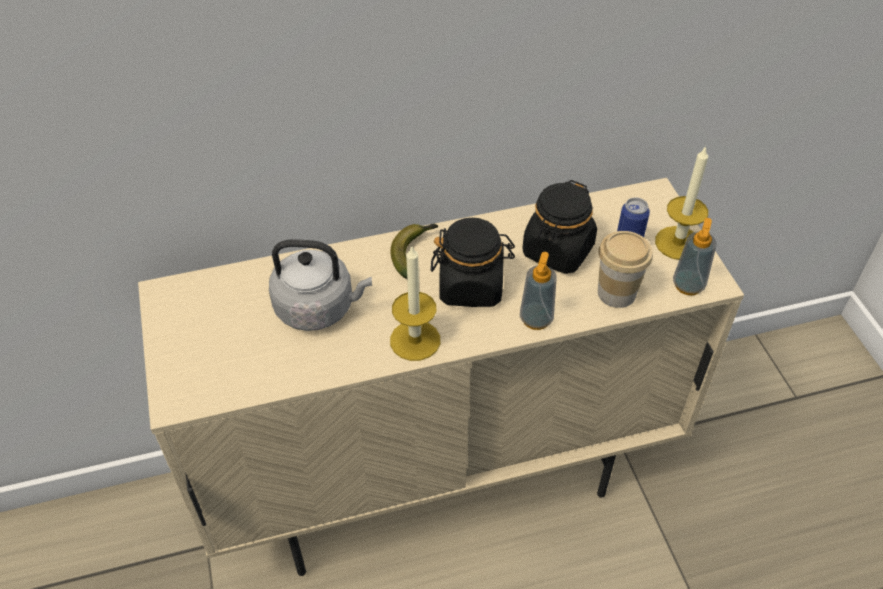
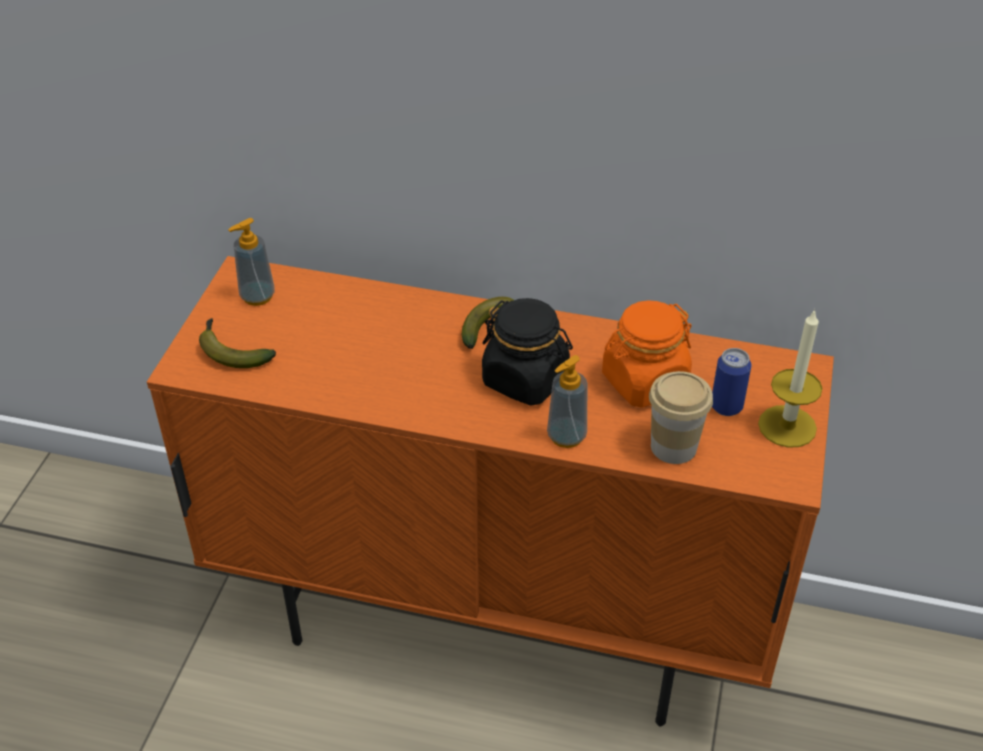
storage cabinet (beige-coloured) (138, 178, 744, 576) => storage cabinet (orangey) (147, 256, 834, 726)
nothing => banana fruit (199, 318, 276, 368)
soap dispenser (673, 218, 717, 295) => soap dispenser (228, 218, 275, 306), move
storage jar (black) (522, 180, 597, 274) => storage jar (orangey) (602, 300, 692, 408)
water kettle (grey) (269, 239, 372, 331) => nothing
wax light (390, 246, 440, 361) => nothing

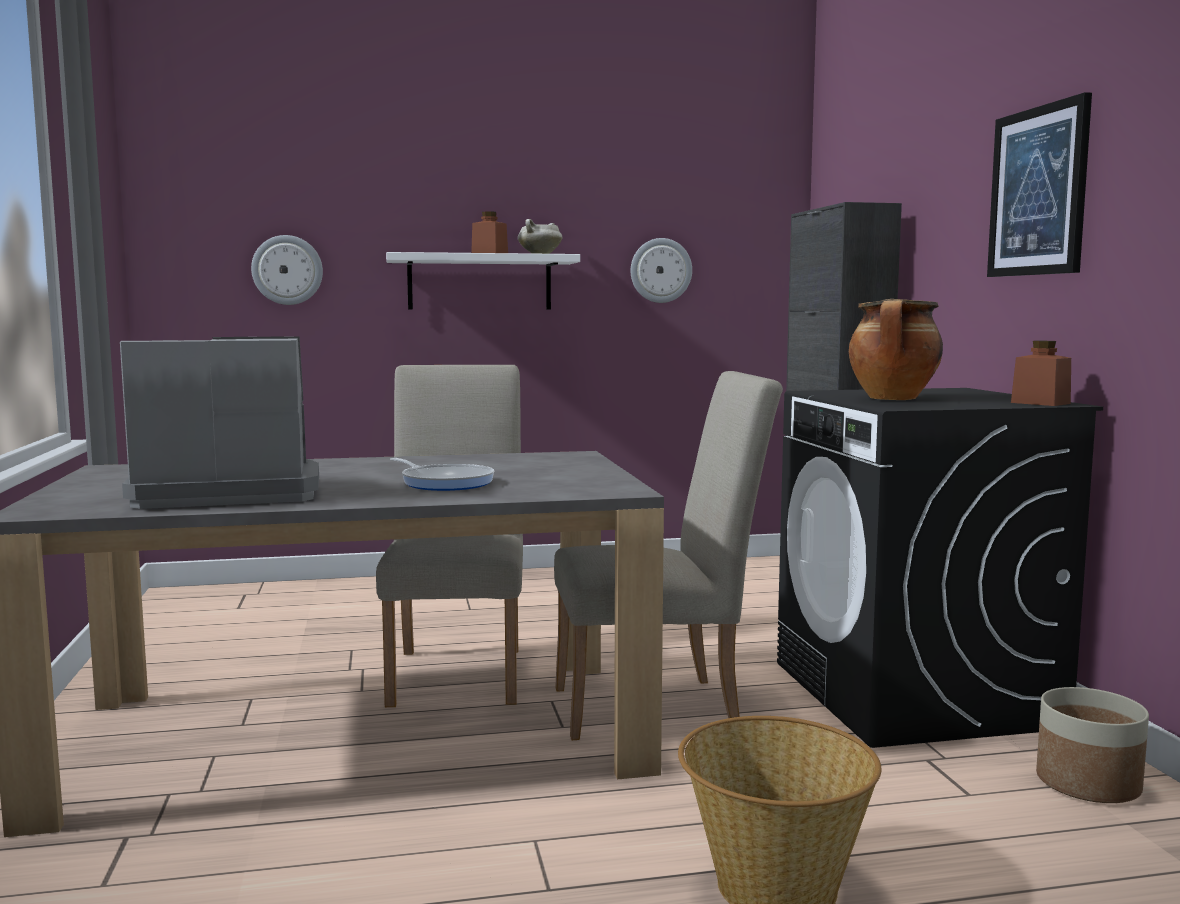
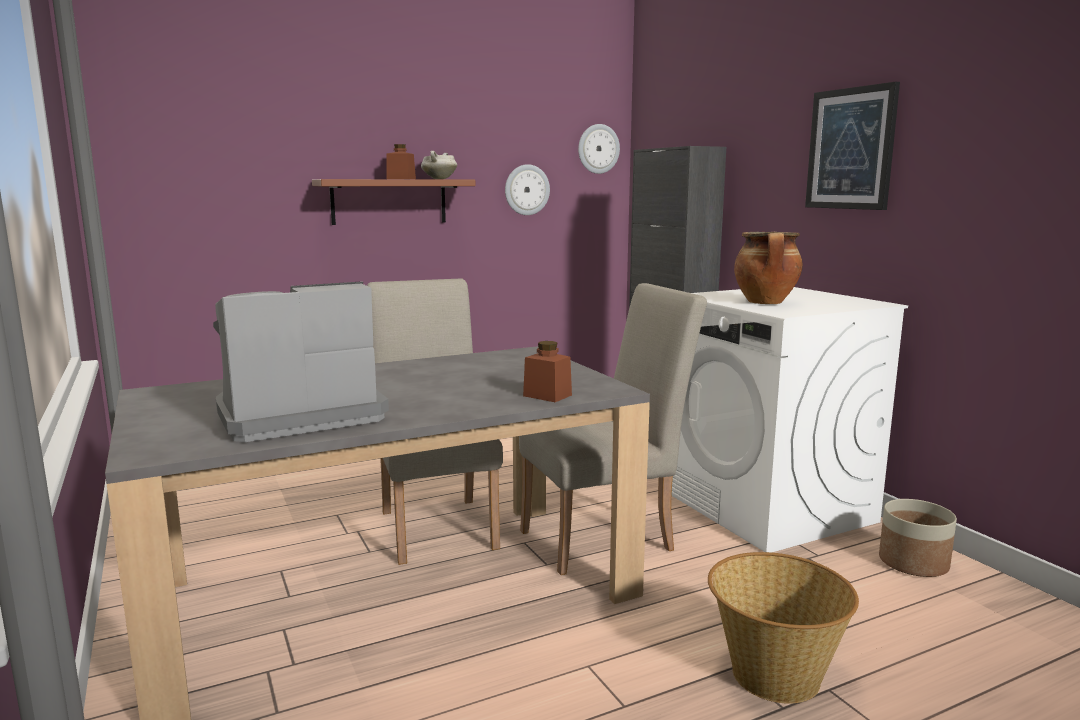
wall shelf (white-coloured) (386, 252, 580, 310) => wall shelf (brown) (312, 179, 475, 225)
storage jar (brown) (1011, 341, 1071, 406) => storage jar (brown) (523, 341, 572, 402), move
hanging clock (251, 235, 323, 305) => hanging clock (578, 124, 620, 174), move
washing machine (black) (777, 388, 1103, 748) => washing machine (white-coloured) (671, 287, 908, 553)
frying pan (390, 458, 494, 491) => nothing

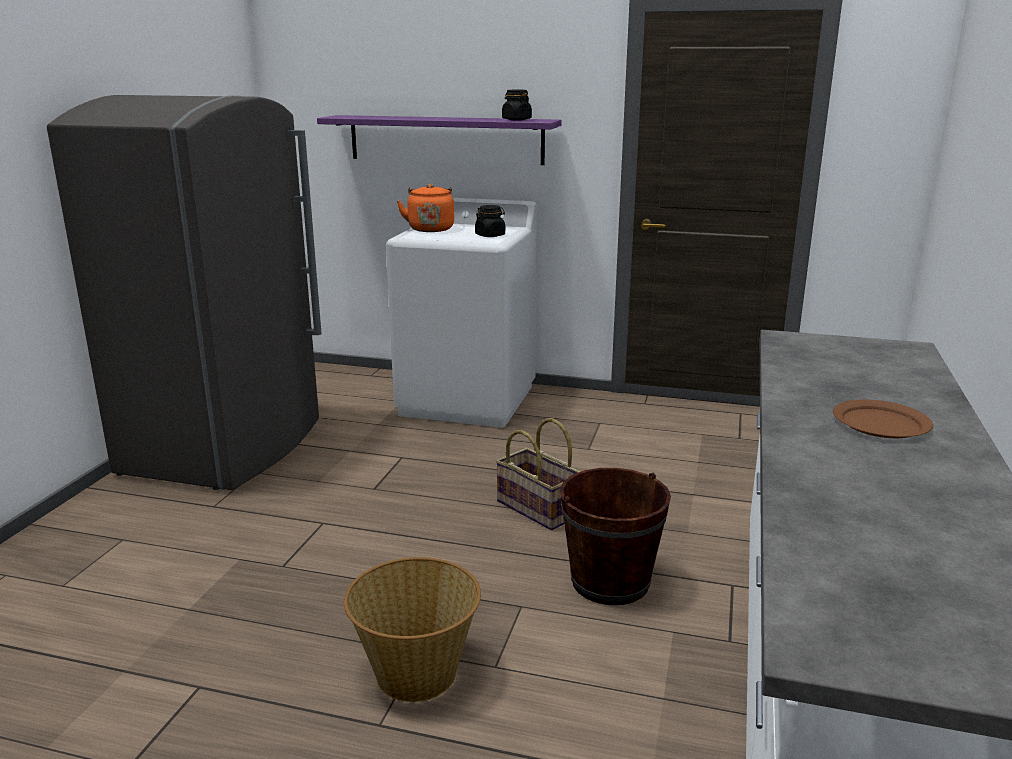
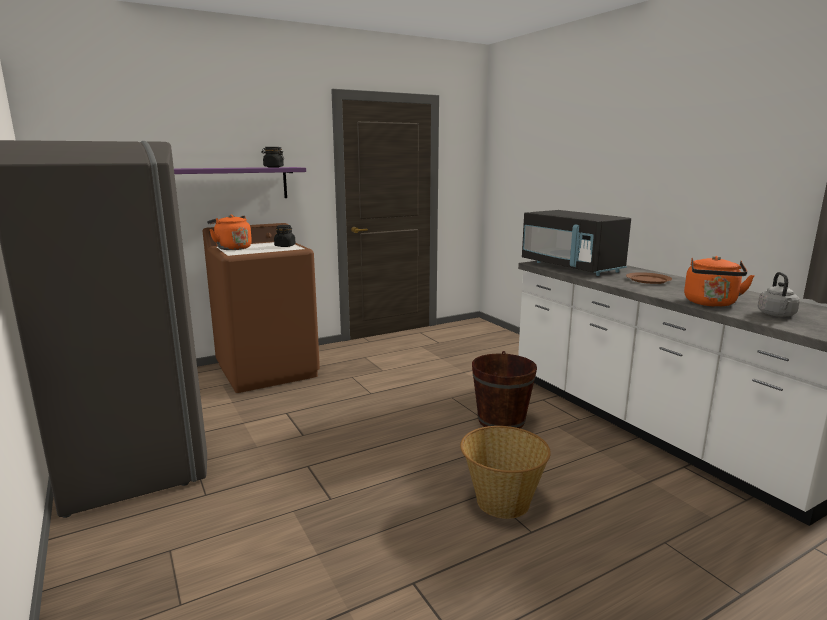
washing machine (white-coloured) (386, 198, 537, 428) => washing machine (brown) (202, 223, 320, 393)
nothing => microwave (black) (522, 210, 631, 276)
nothing => water kettle (orangey) (684, 256, 755, 307)
nothing => water kettle (grey) (758, 272, 800, 317)
household basket (496, 418, 581, 530) => nothing

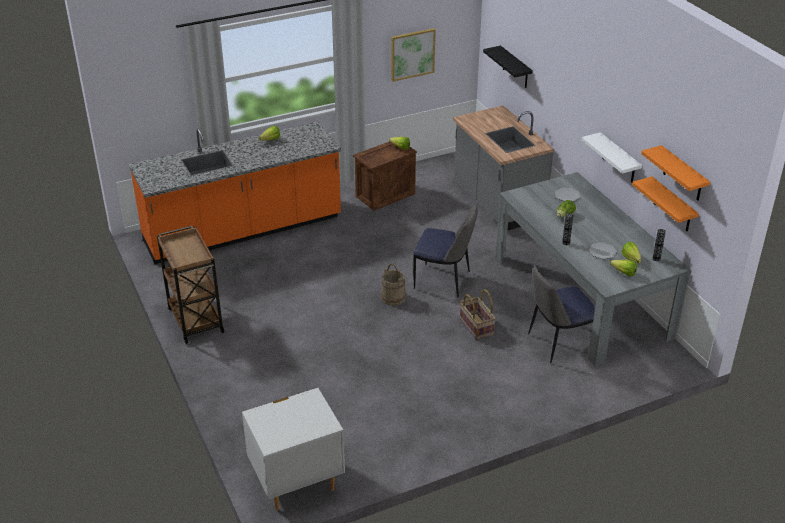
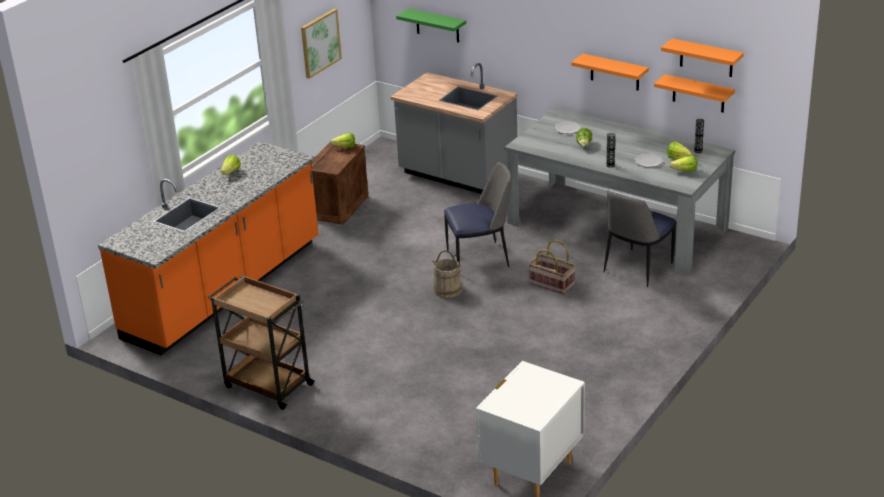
wall shelf (black) (483, 46, 533, 88) => wall shelf (green-coloured) (396, 8, 466, 42)
wall shelf (white-coloured) (581, 132, 642, 183) => wall shelf (orangey) (571, 54, 649, 91)

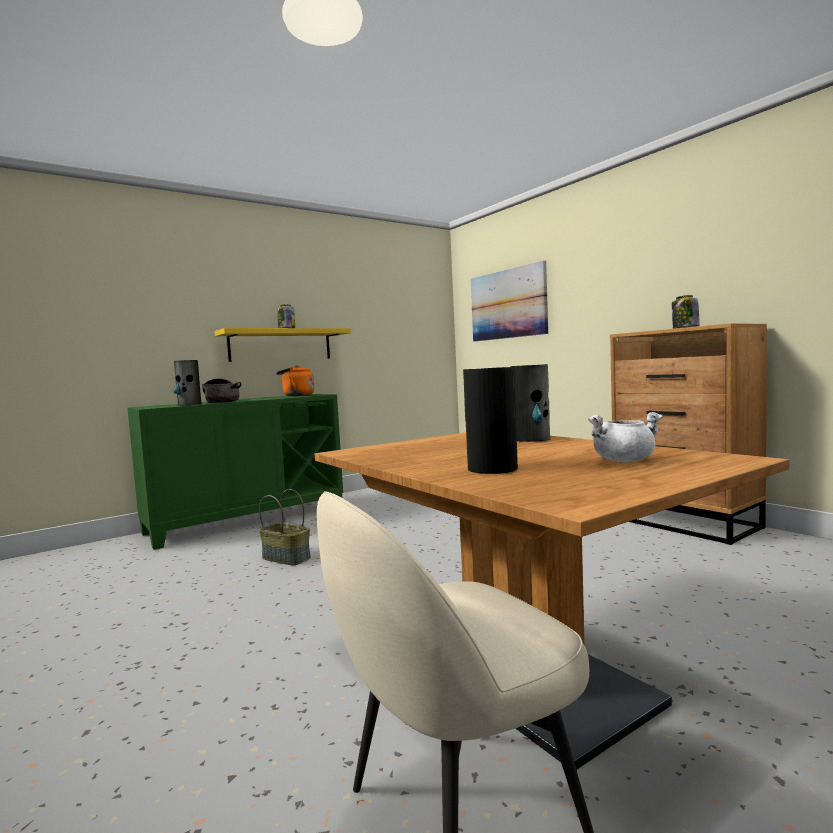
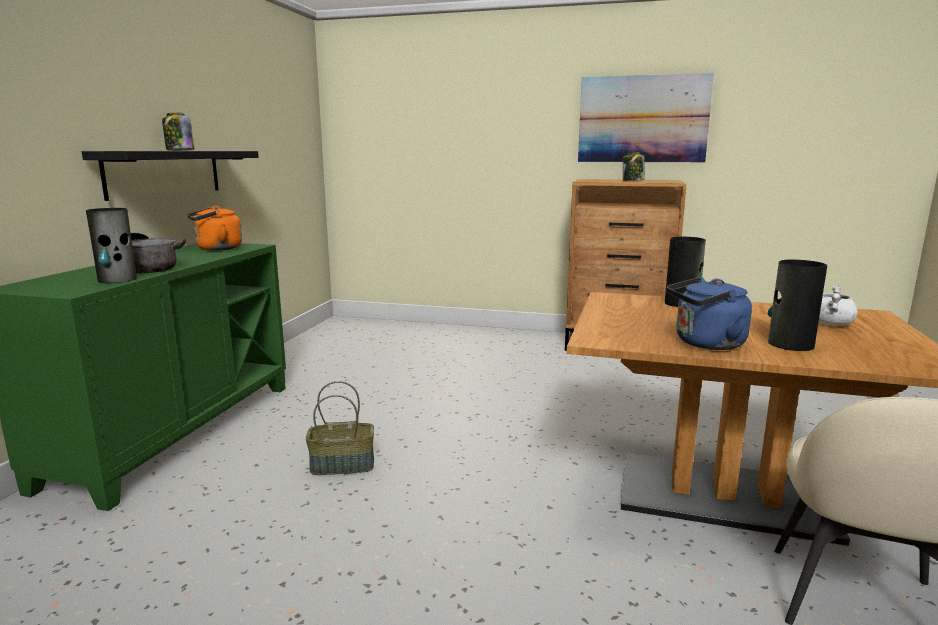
wall shelf (yellow-coloured) (214, 328, 351, 362) => wall shelf (black) (82, 151, 259, 201)
wall picture (471, 261, 548, 342) => wall picture (578, 73, 714, 162), move
nothing => water kettle (blue-coloured) (667, 277, 752, 350)

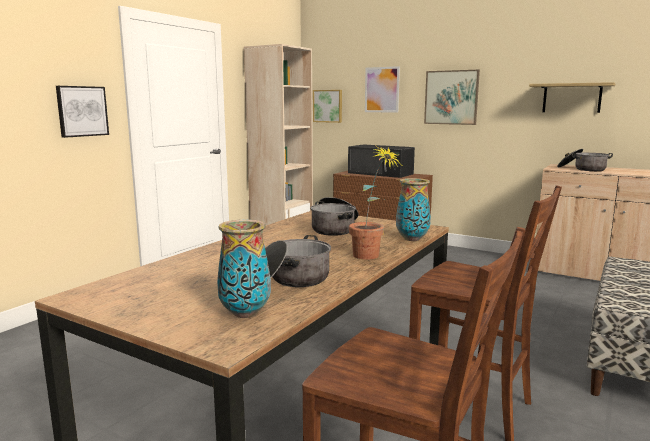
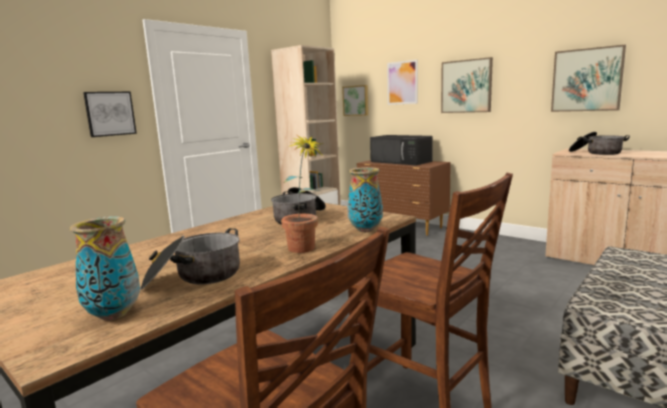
wall shelf (529, 82, 616, 113) => wall picture (551, 45, 626, 112)

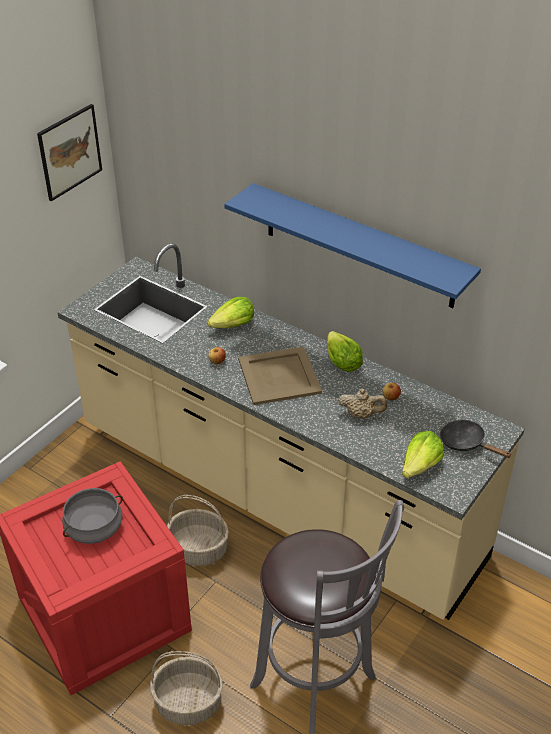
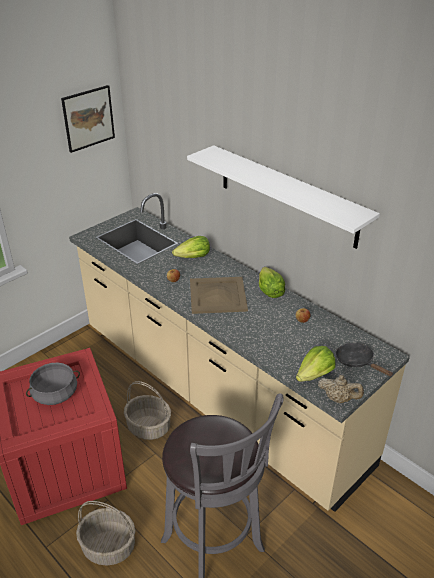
wall shelf (blue-coloured) (224, 183, 481, 308) => wall shelf (white-coloured) (187, 145, 380, 249)
tea pot (beige-coloured) (338, 389, 387, 419) => tea pot (beige-coloured) (318, 375, 364, 403), move

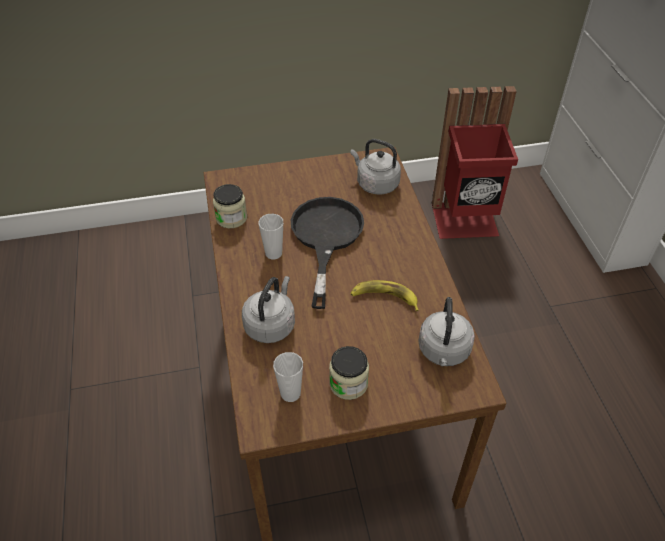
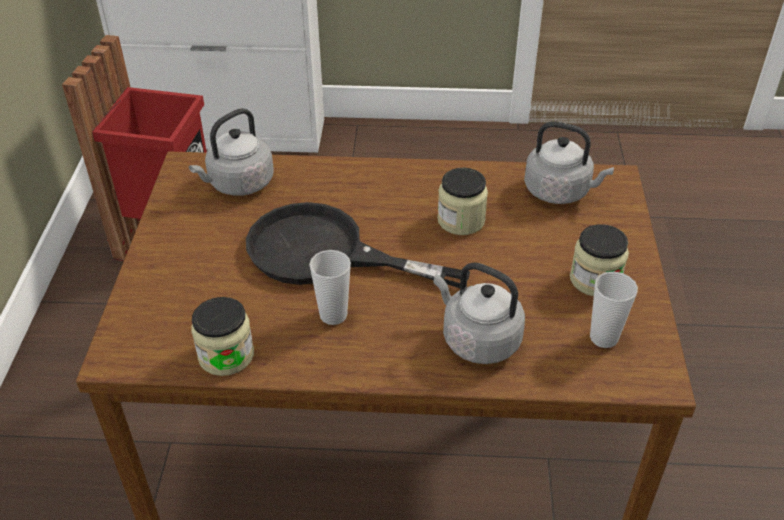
banana fruit (351, 280, 419, 311) => storage jar (437, 168, 488, 235)

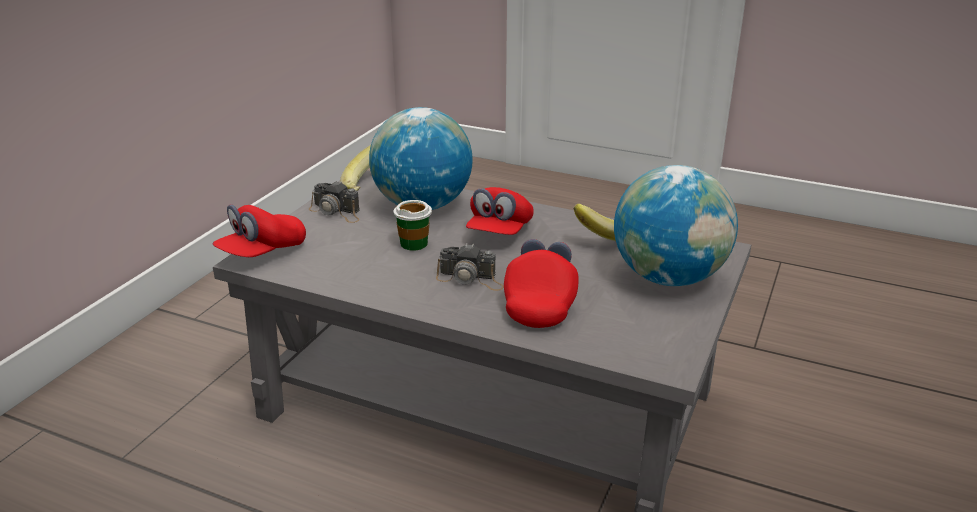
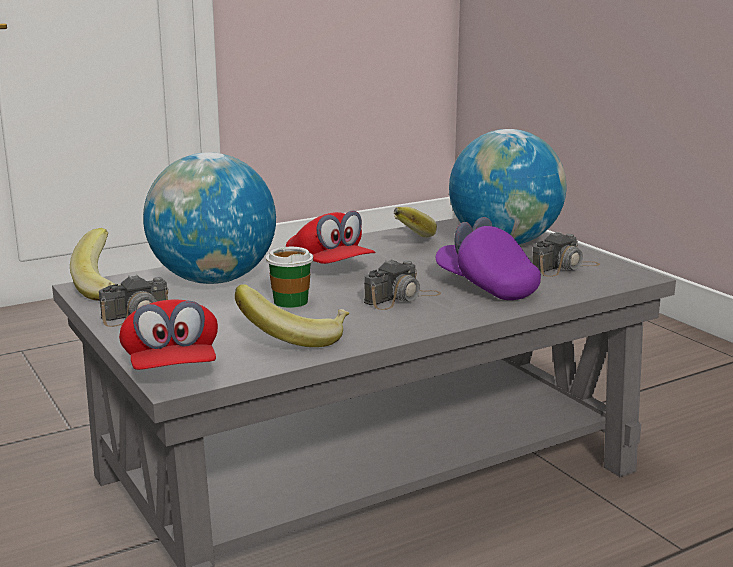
nothing => banana fruit (235, 284, 349, 347)
cap (red-coloured) (504, 239, 579, 328) => cap (purple) (436, 217, 541, 300)
nothing => still camera (532, 231, 600, 277)

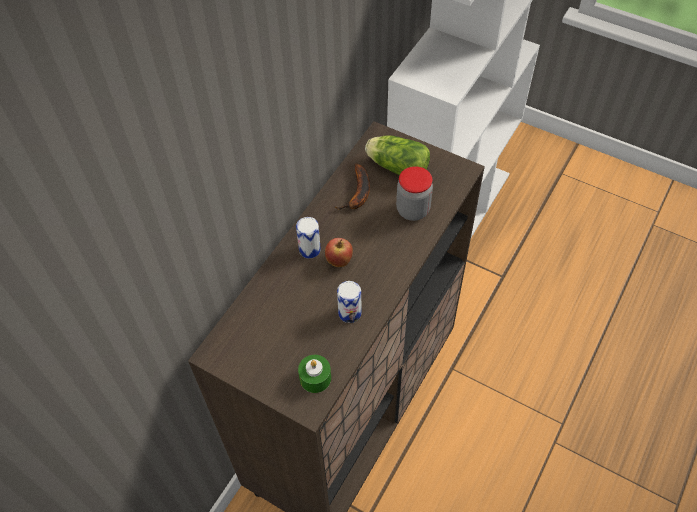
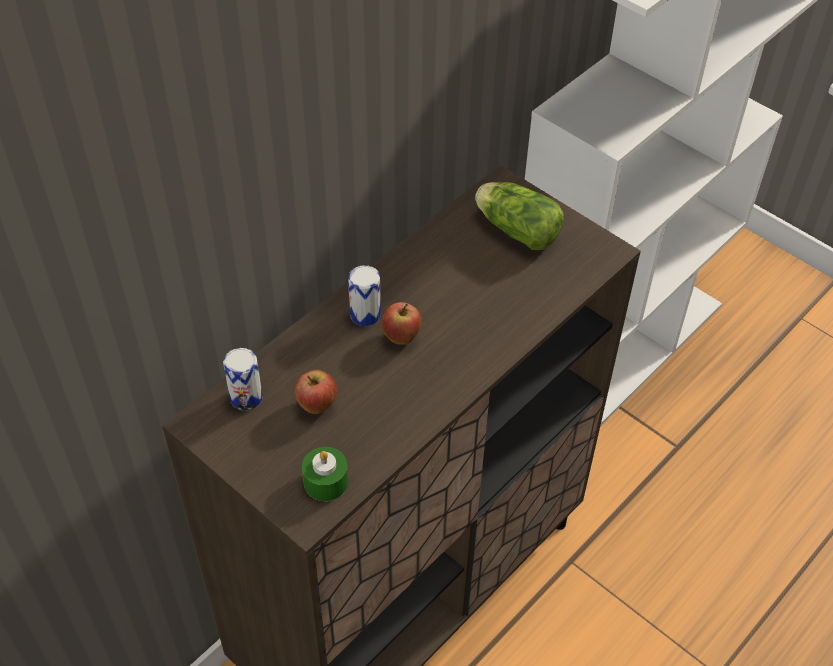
sealed can (337, 281, 361, 323) => sealed can (223, 348, 263, 411), move
nothing => apple (295, 370, 338, 414)
banana fruit (335, 164, 370, 210) => nothing
storage jar (396, 166, 433, 221) => nothing

